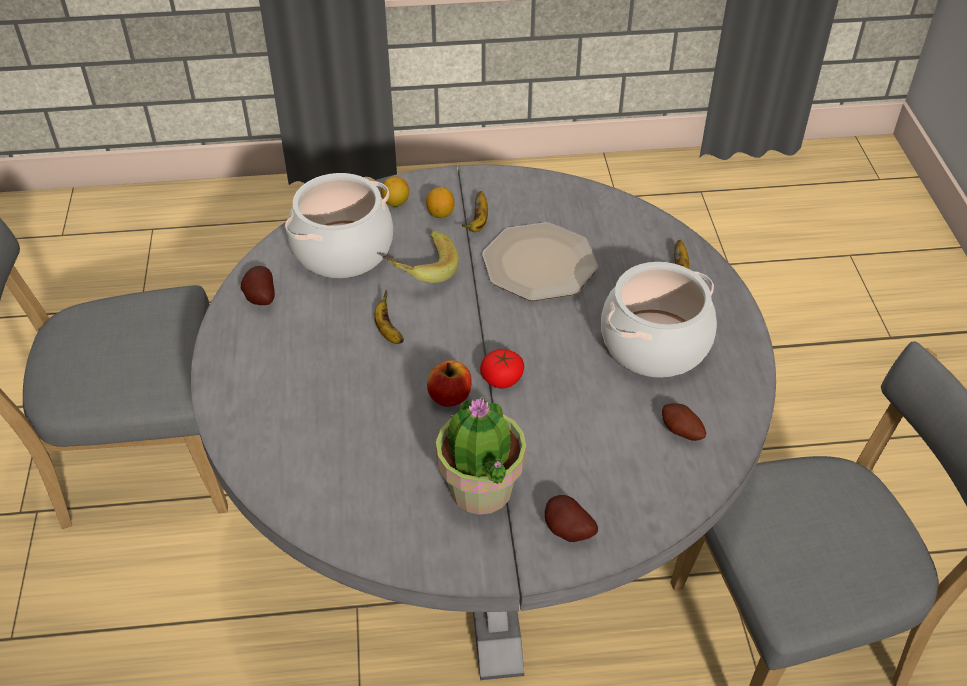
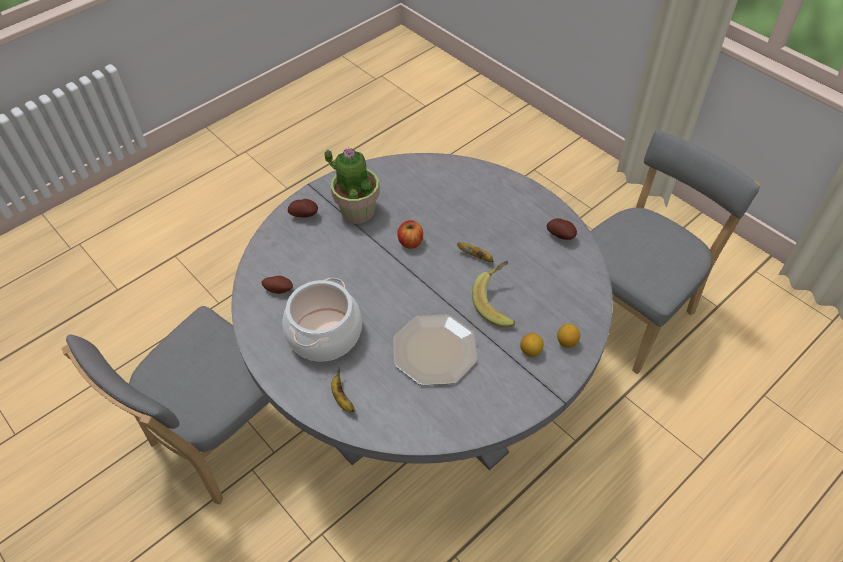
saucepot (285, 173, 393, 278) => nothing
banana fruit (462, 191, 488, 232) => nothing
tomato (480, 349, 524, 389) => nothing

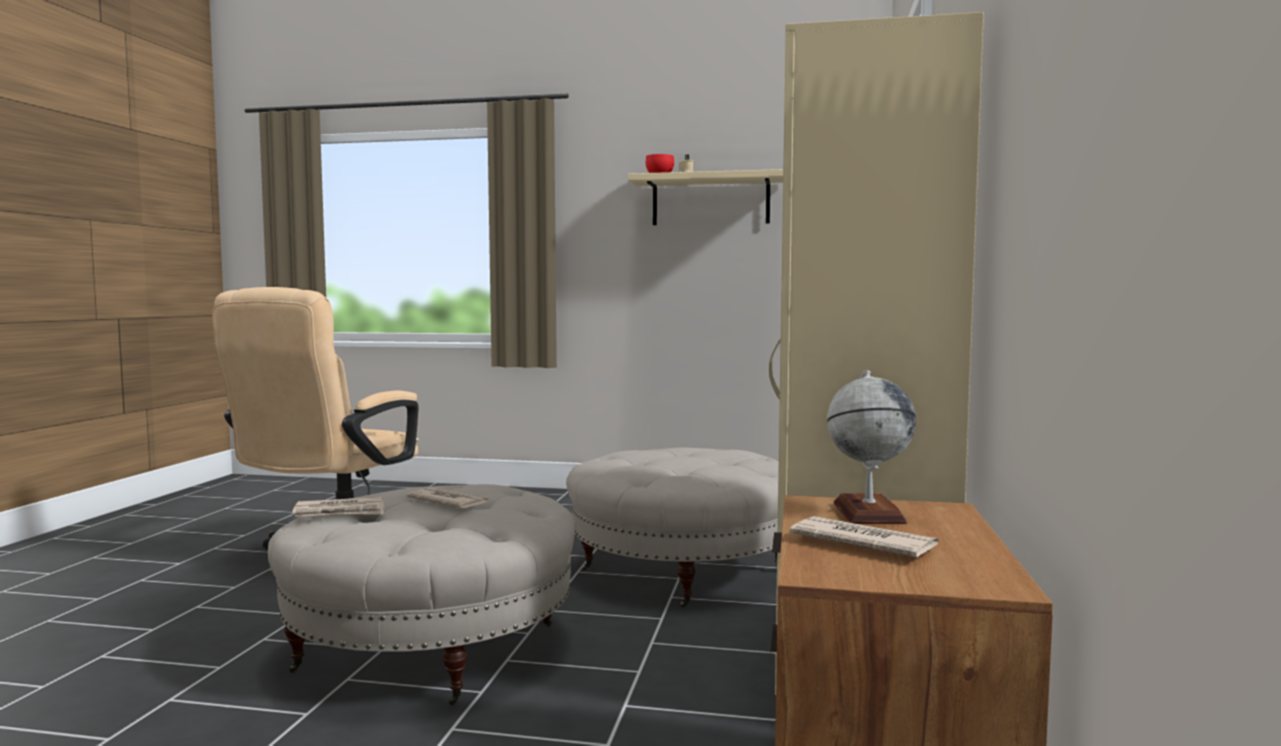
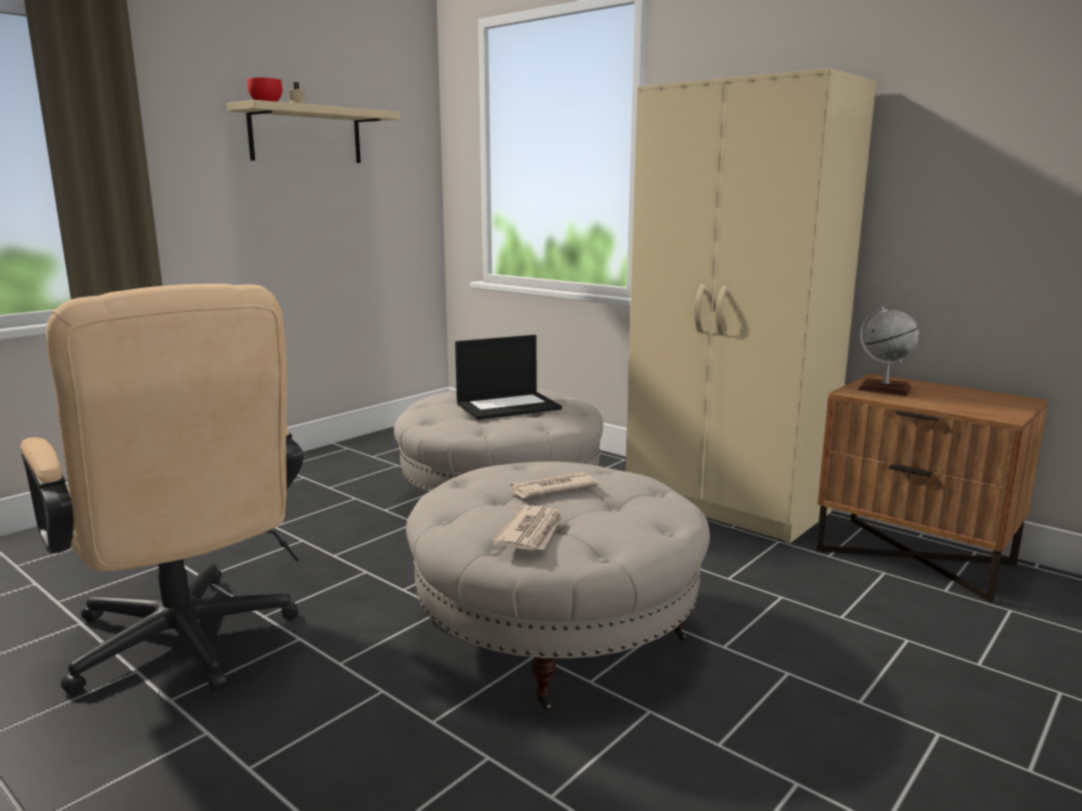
nothing => notebook computer (455, 335, 562, 420)
printed paper (790, 516, 939, 557) => nothing

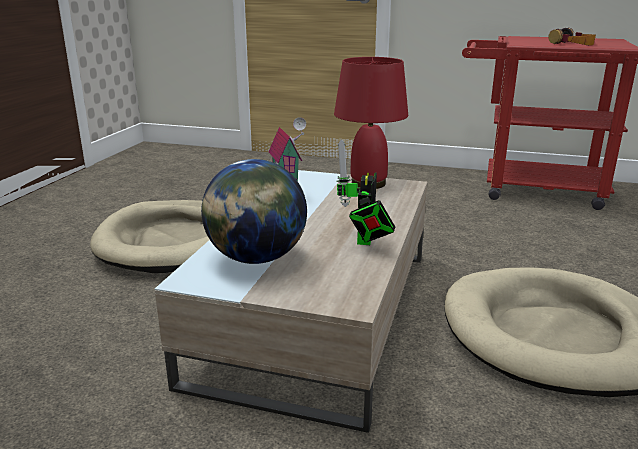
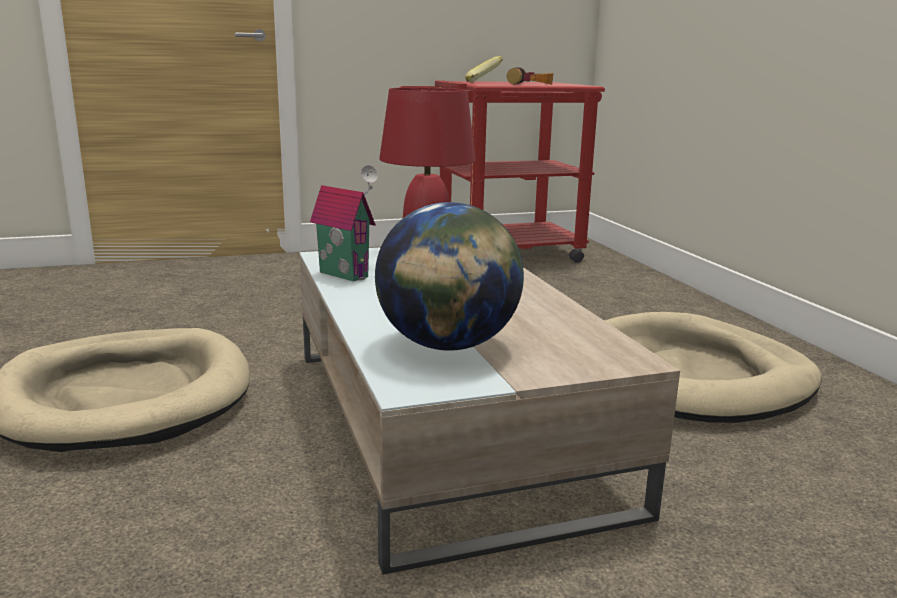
nothing => banana fruit (465, 56, 503, 82)
robot figure (336, 139, 396, 245) => nothing

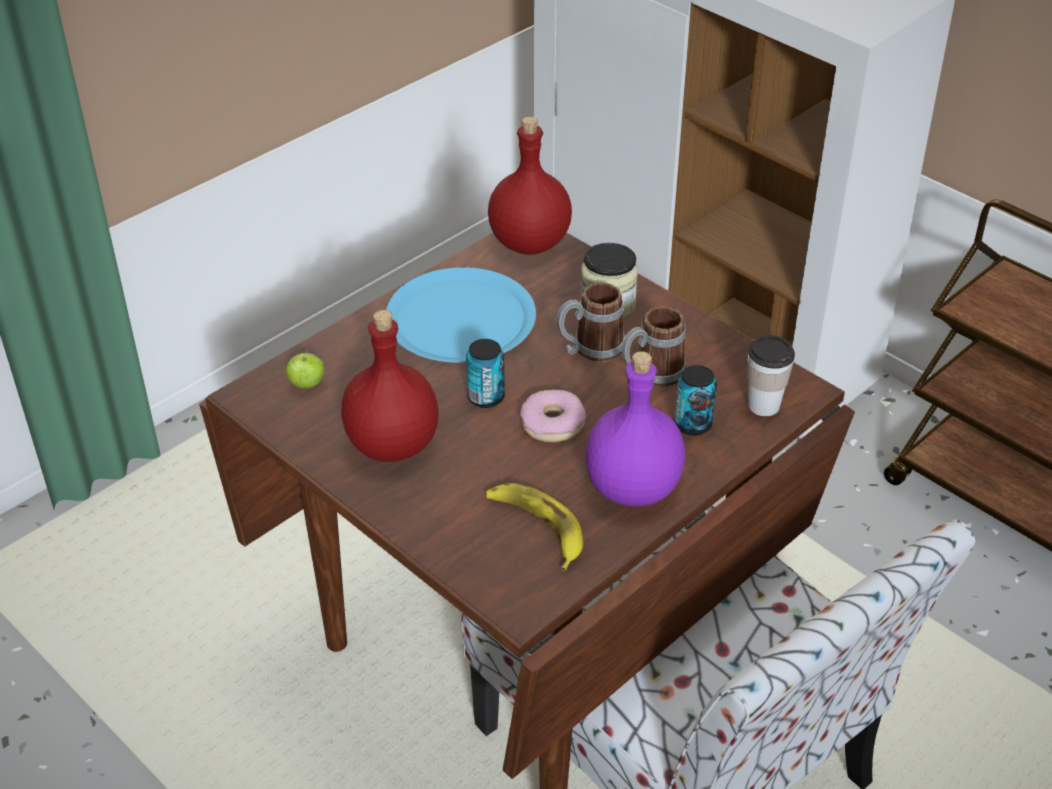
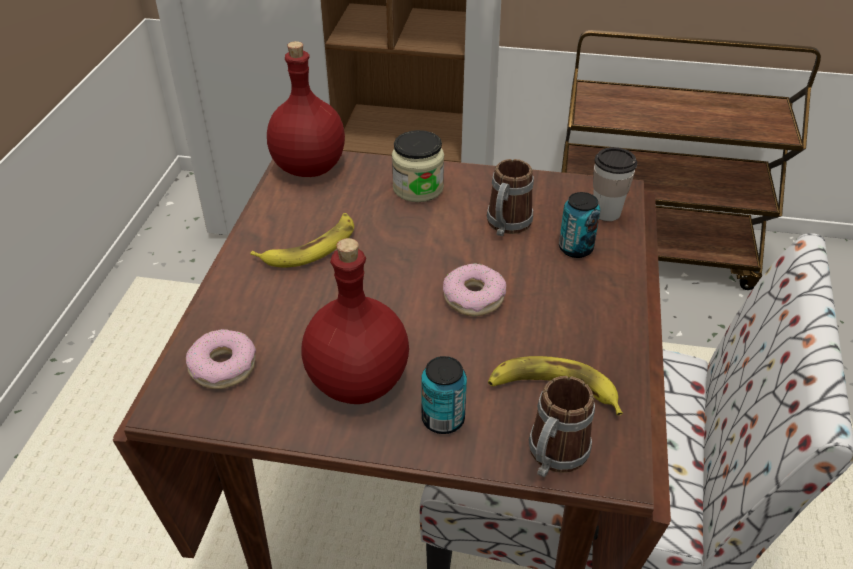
apple (286, 349, 325, 389) => donut (186, 329, 256, 389)
plate (blue-coloured) (386, 267, 536, 362) => banana fruit (250, 213, 354, 268)
sealed can (466, 339, 505, 408) => sealed can (421, 356, 467, 434), move
coffee mug (557, 283, 625, 362) => coffee mug (528, 376, 595, 477), move
drink bottle (purple) (586, 351, 685, 506) => nothing

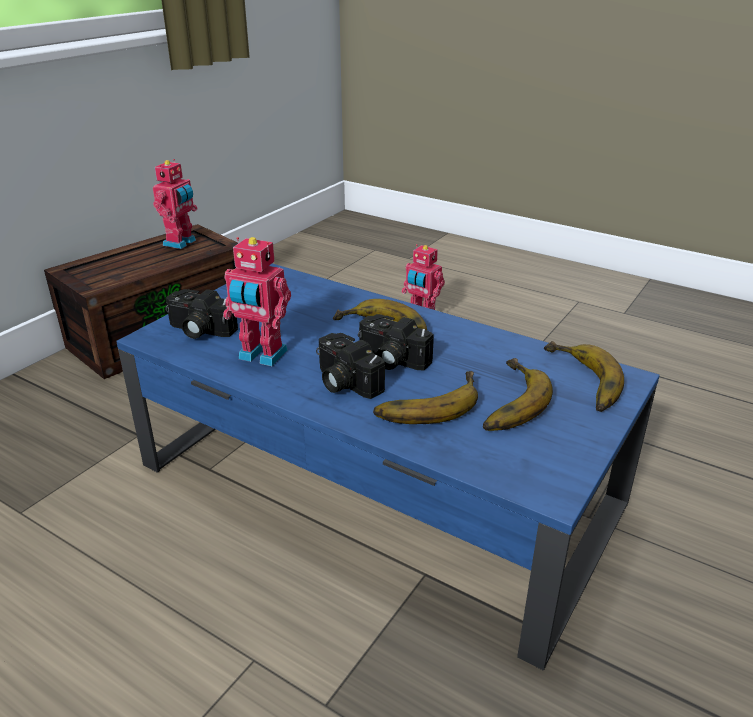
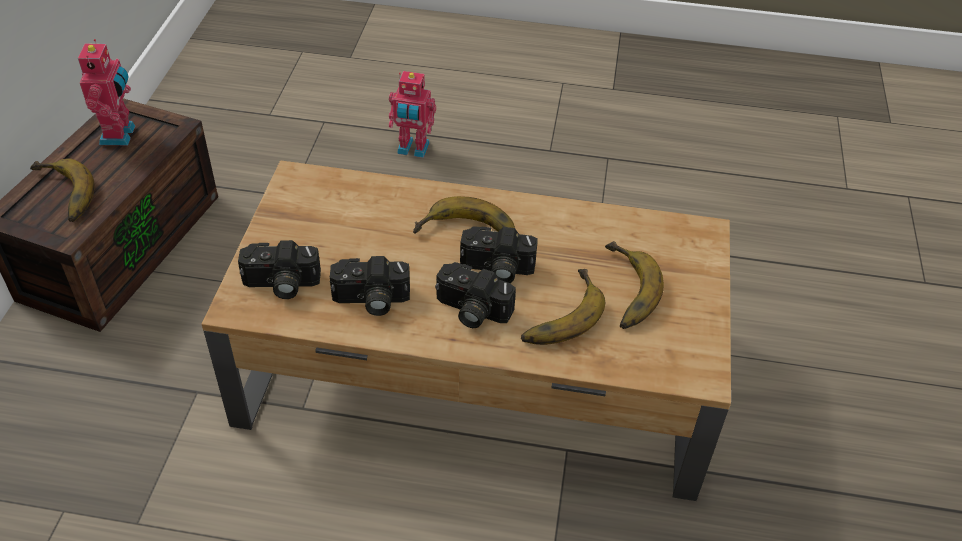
banana fruit (544, 341, 624, 412) => banana fruit (30, 158, 95, 222), move
lounge table (blue-coloured) (116, 263, 660, 671) => lounge table (brown) (202, 160, 731, 501)
robot figure (223, 237, 291, 366) => still camera (330, 256, 410, 316)

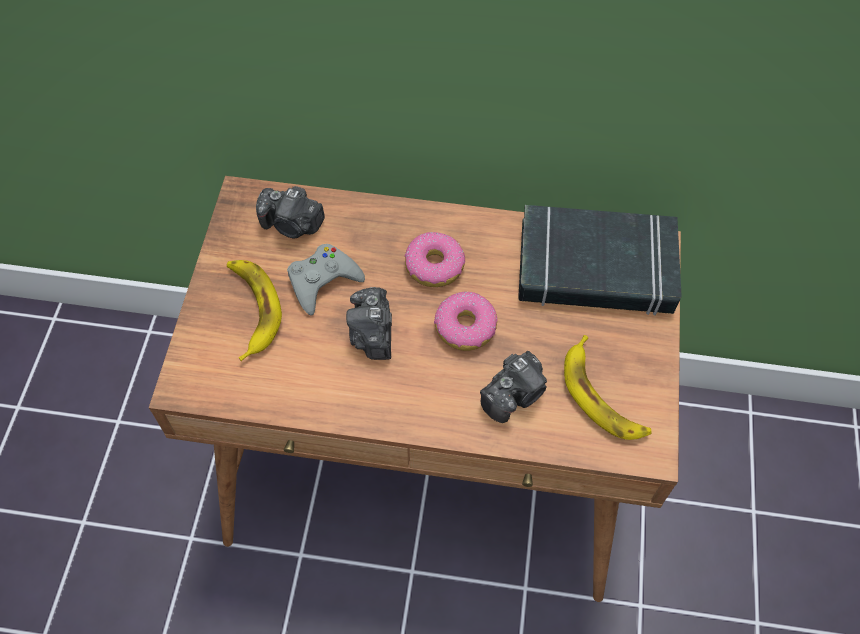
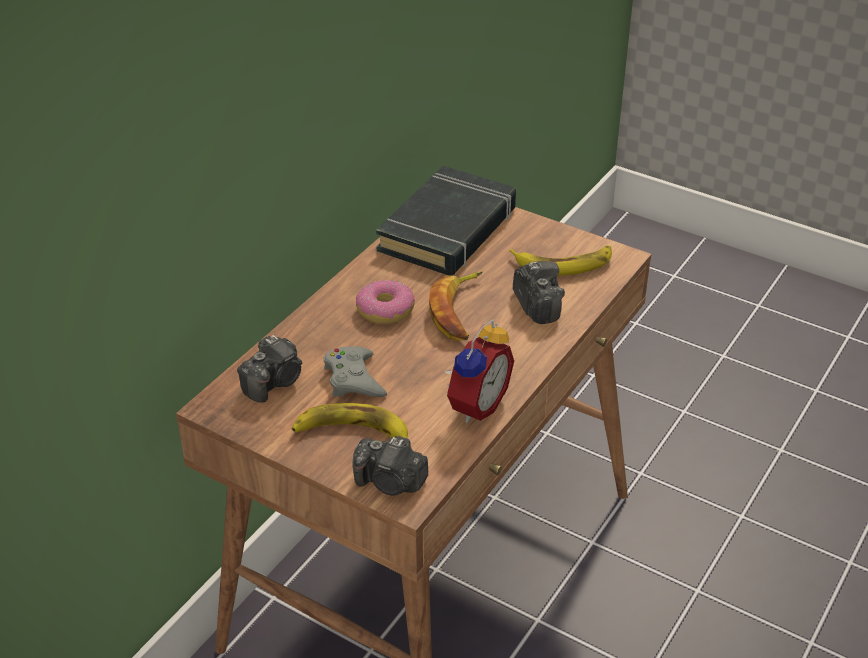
still camera (346, 287, 392, 360) => still camera (353, 436, 428, 496), move
donut (434, 292, 497, 351) => banana fruit (429, 271, 483, 341)
nothing => table clock (444, 319, 514, 423)

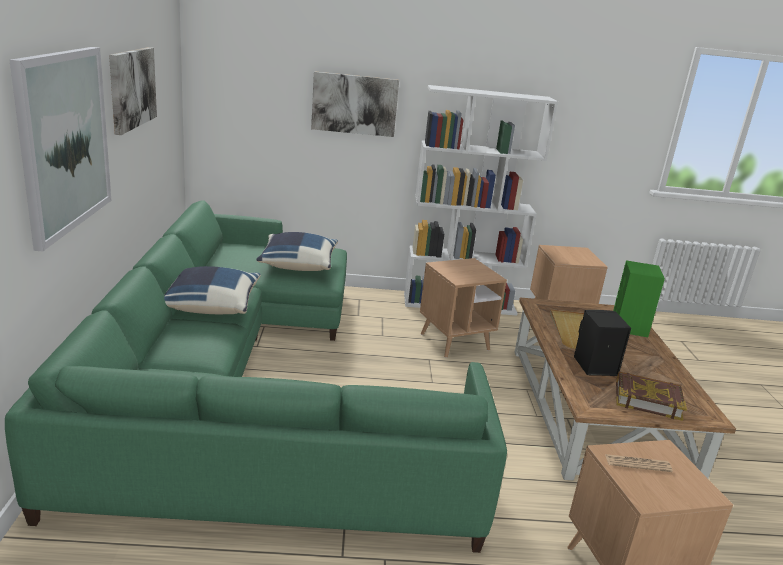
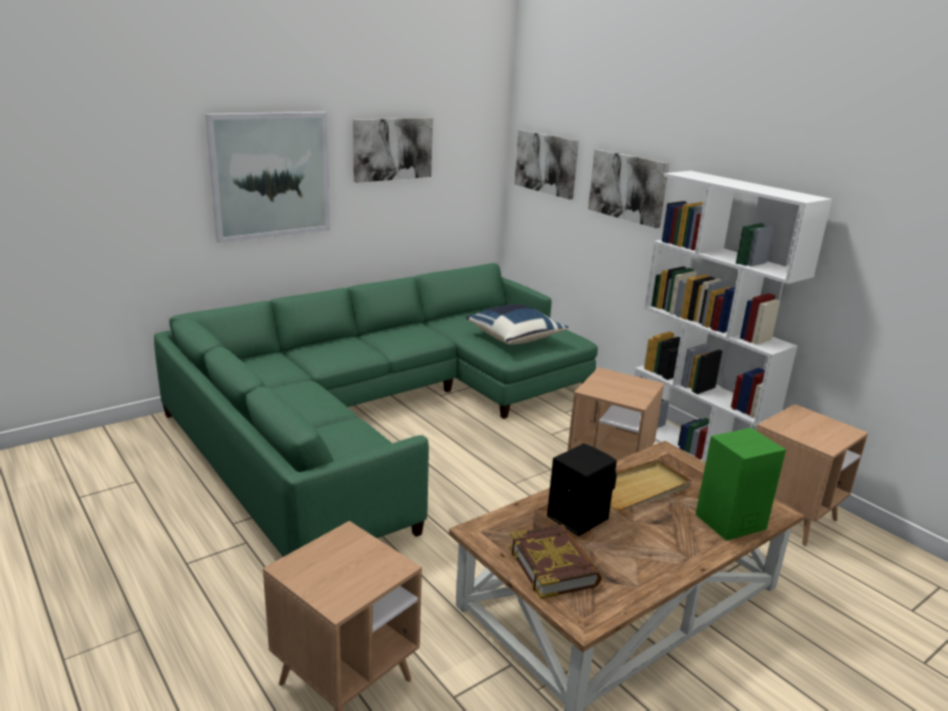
nothing => wall picture (514, 130, 579, 200)
throw pillow (blue-coloured) (164, 266, 261, 314) => nothing
printed paper (605, 454, 673, 472) => nothing

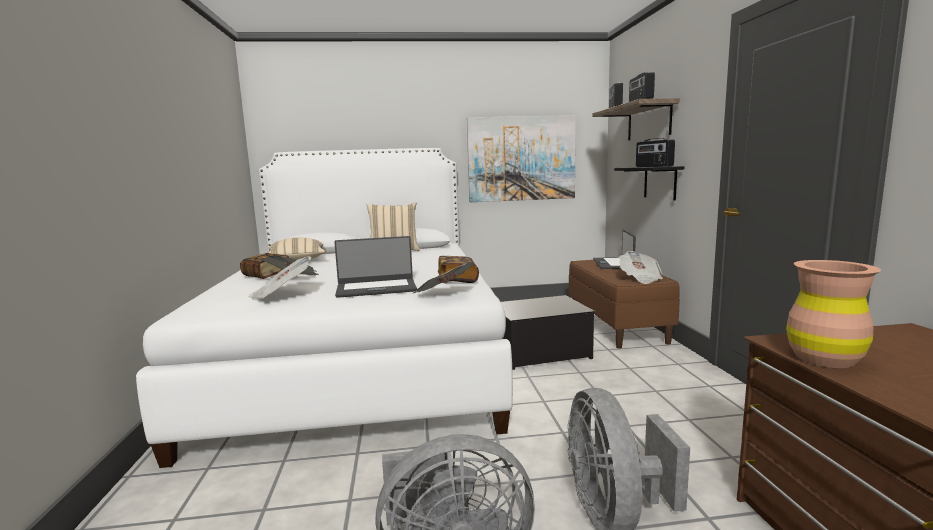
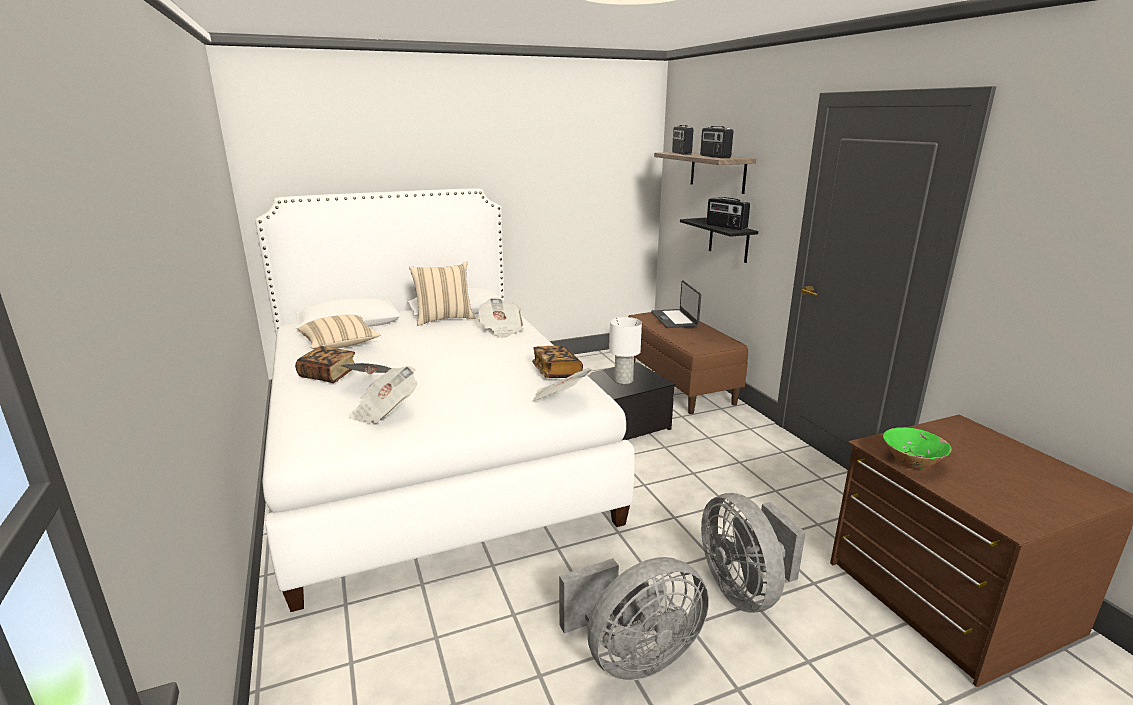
printed paper (619, 251, 663, 284) => printed paper (478, 298, 524, 338), move
nothing => tabletop lamp (white-coloured) (609, 317, 642, 384)
vase (brown) (786, 260, 881, 368) => bowl (green-coloured) (883, 427, 952, 469)
notebook computer (334, 236, 417, 298) => nothing
wall picture (467, 115, 576, 202) => nothing

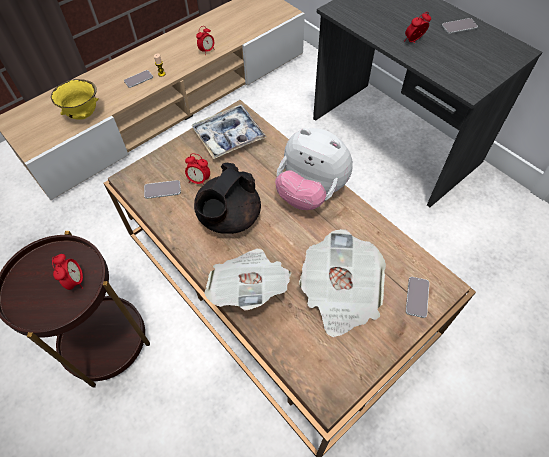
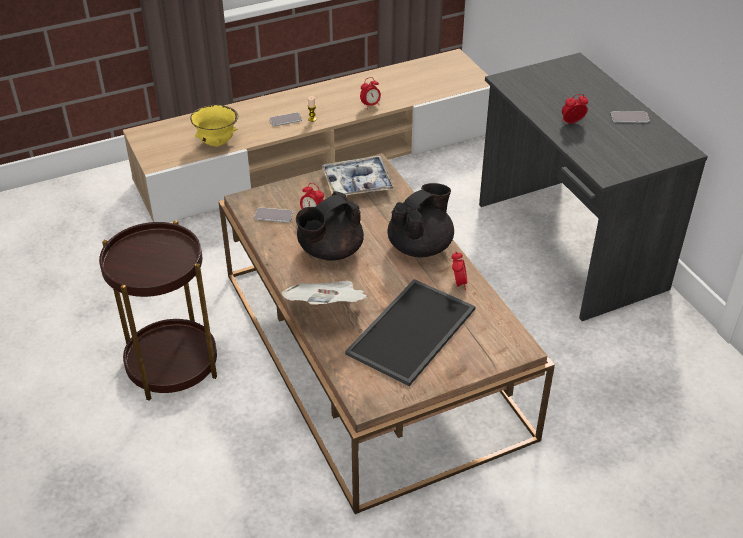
printed paper (299, 229, 386, 337) => carrying tray (345, 279, 476, 386)
plush toy (275, 128, 353, 210) => tea pot (black) (387, 183, 454, 257)
table clock (52, 254, 83, 290) => table clock (452, 252, 467, 290), move
handset (406, 277, 429, 318) => nothing

